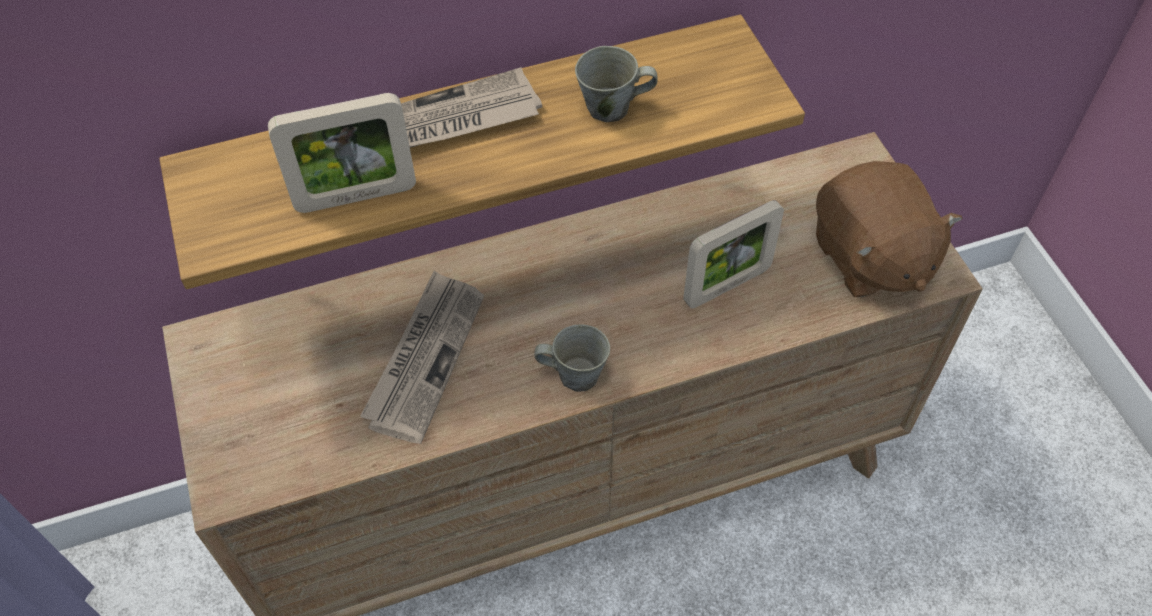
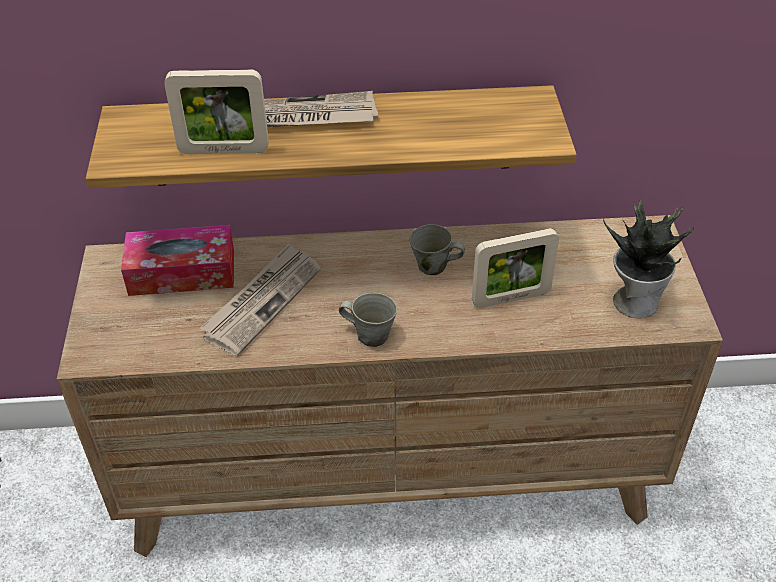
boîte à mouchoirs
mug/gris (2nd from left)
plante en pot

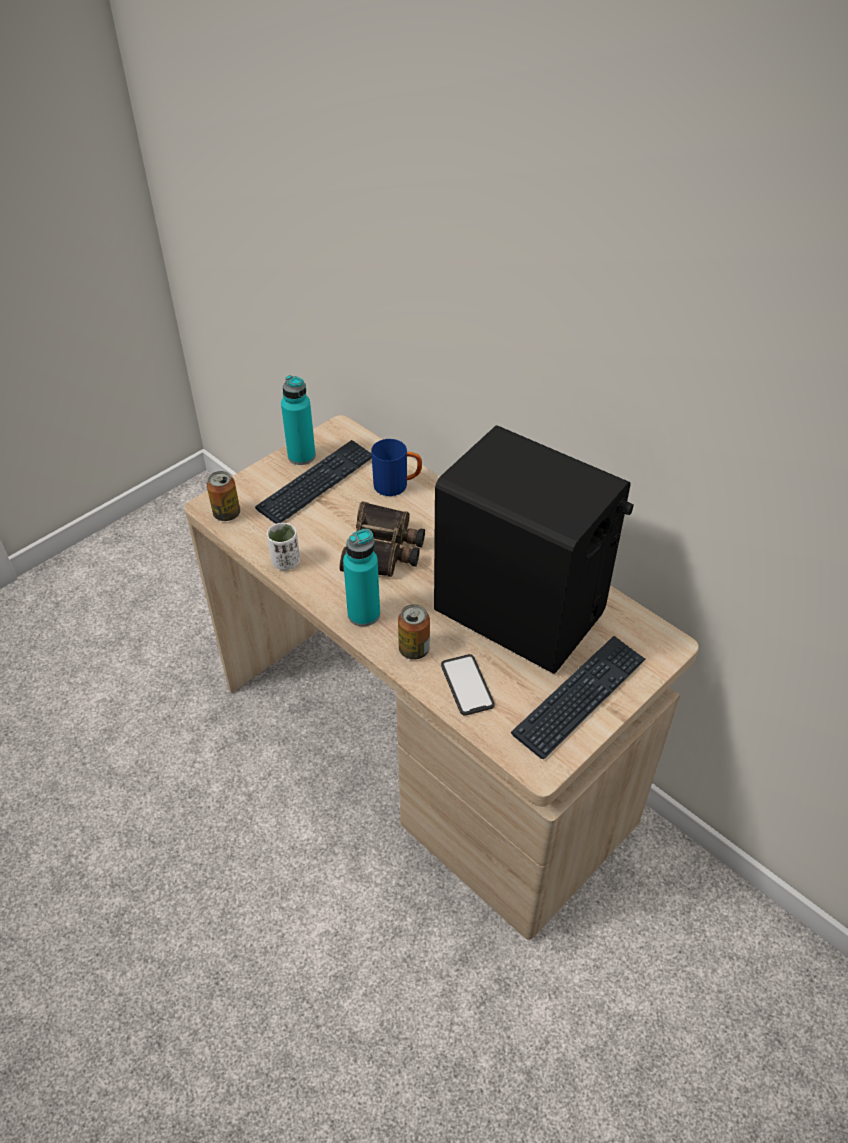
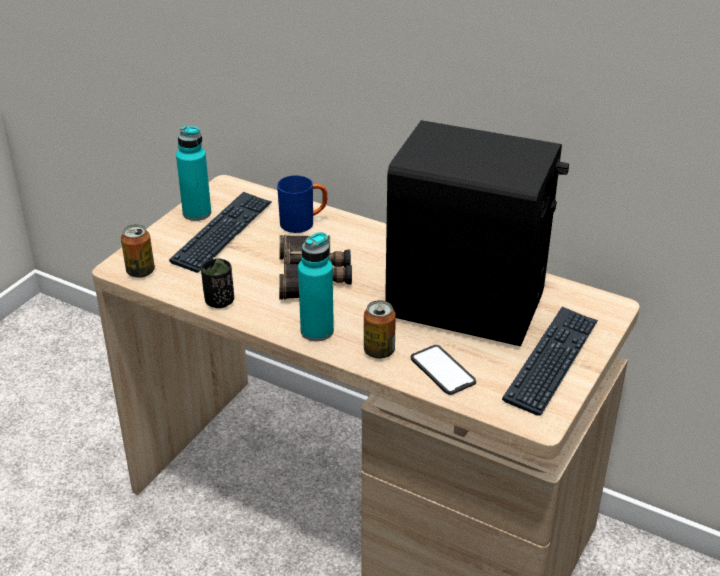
tasse/noir

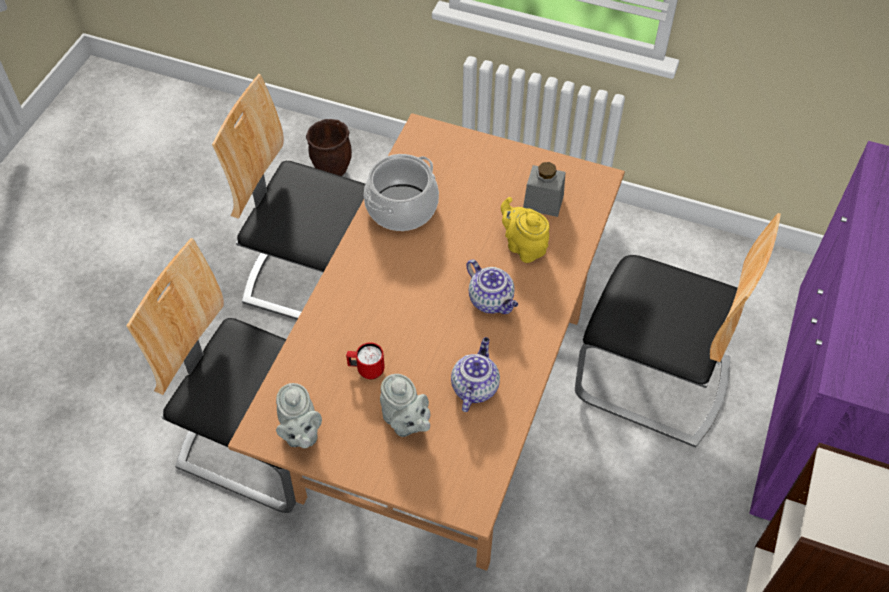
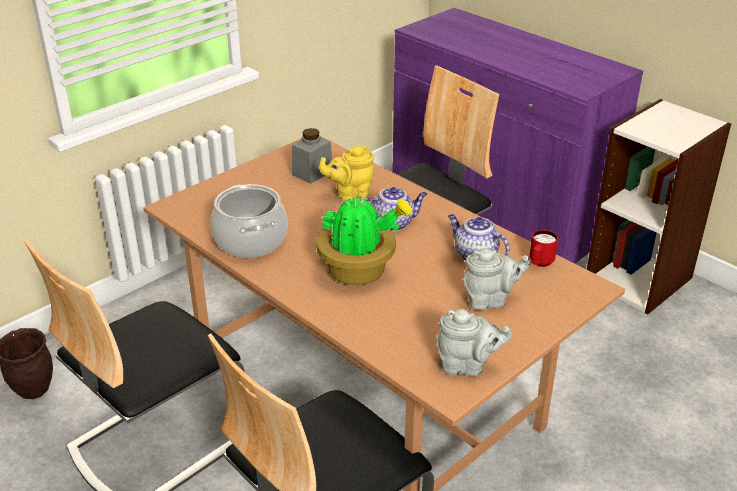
plante en pot
mug/rouge

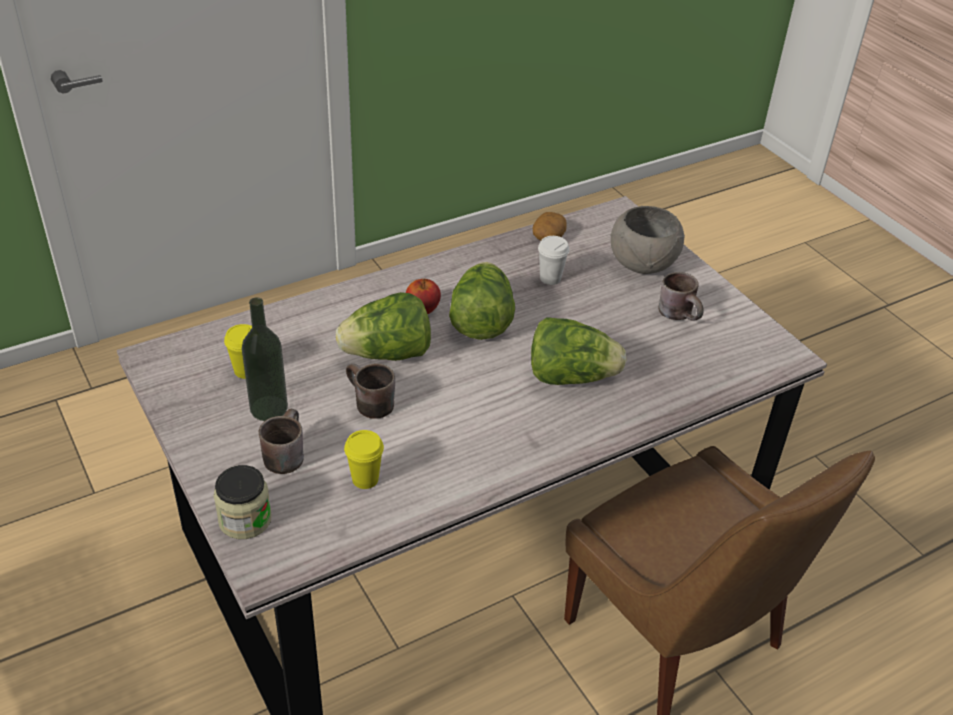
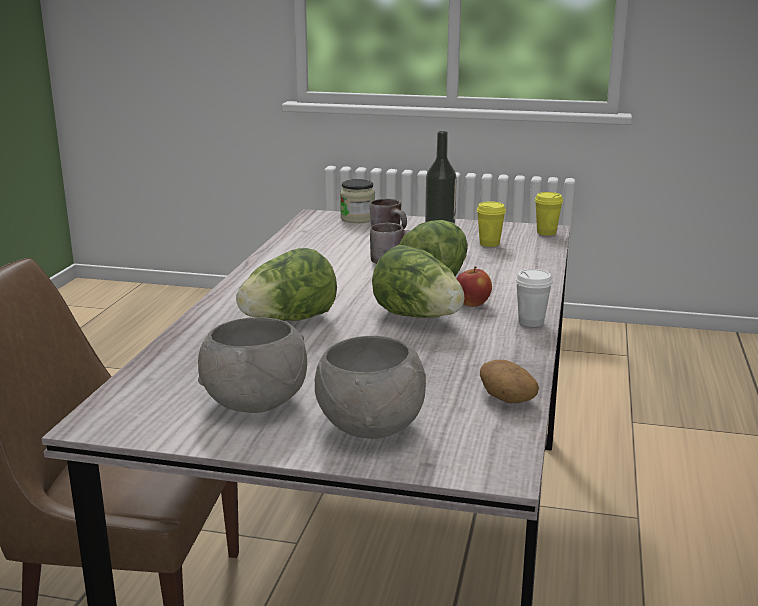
tasse/jaune (2nd from left)
tasse/blanc
bol/gris (1st from left)

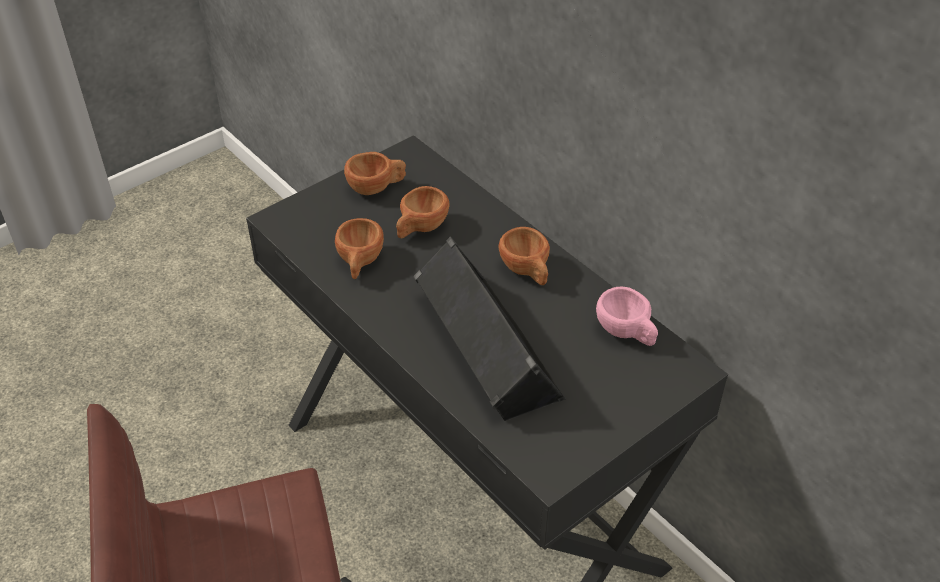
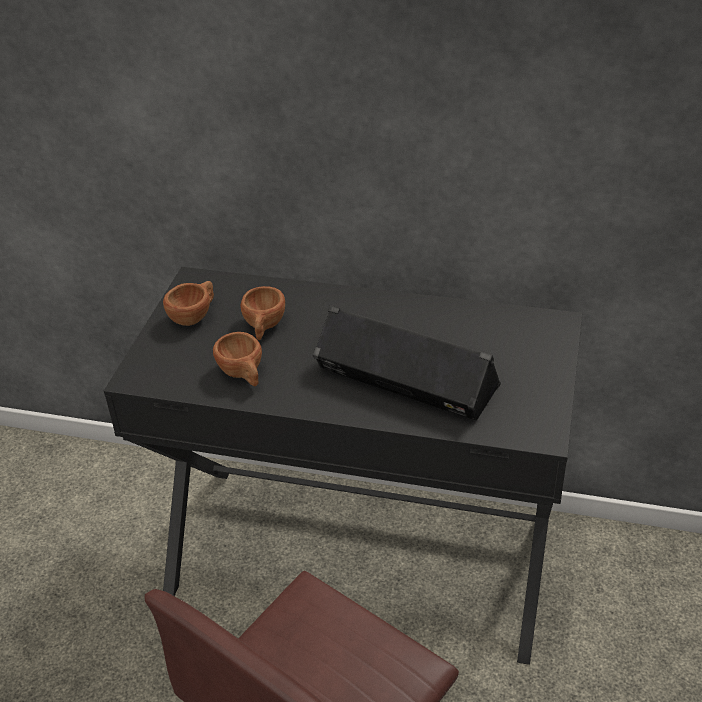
tasse/marron (4th from left in the first image)
tasse/rose

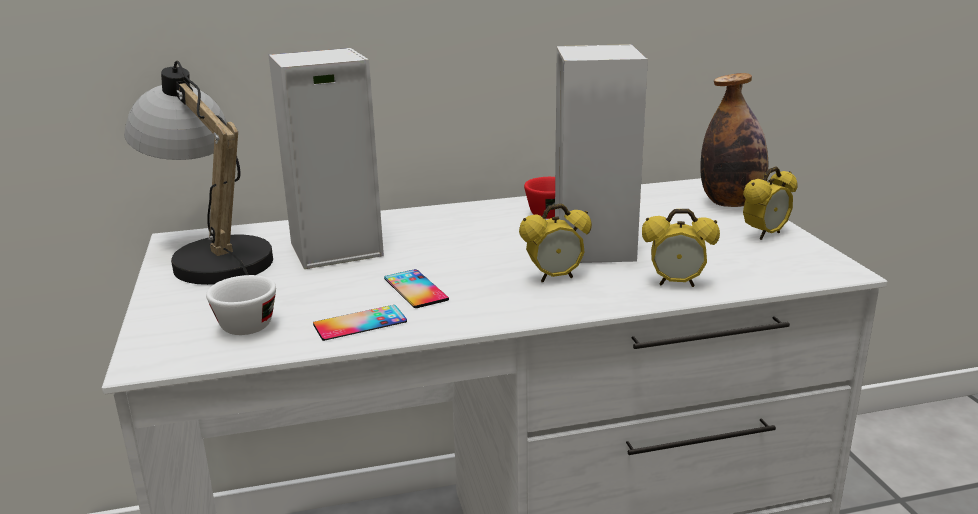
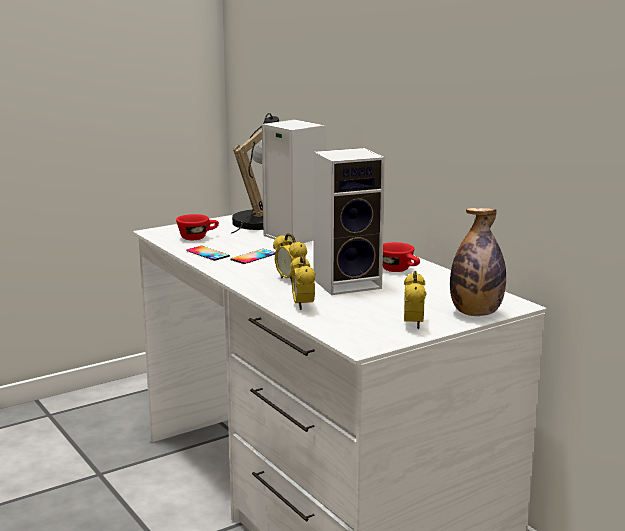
tasse/rouge (1st from left)
réveil (3rd from left)

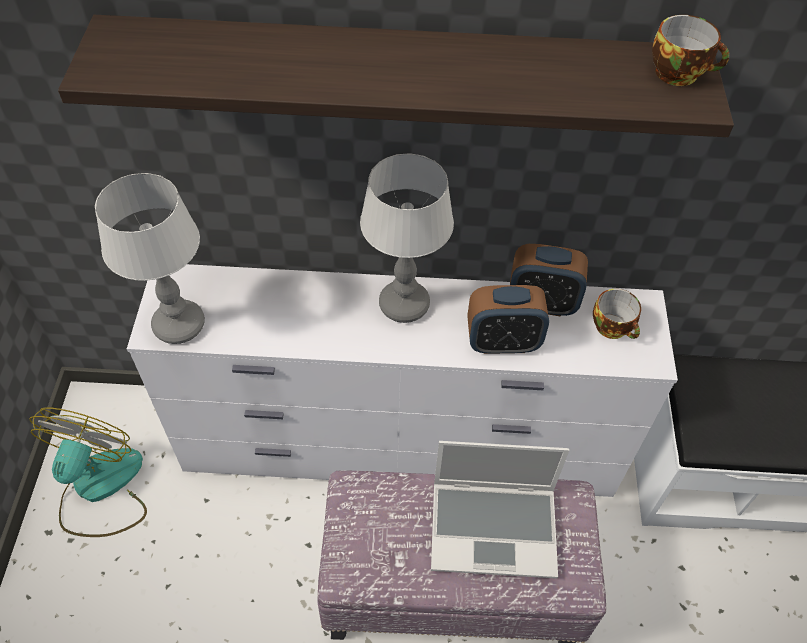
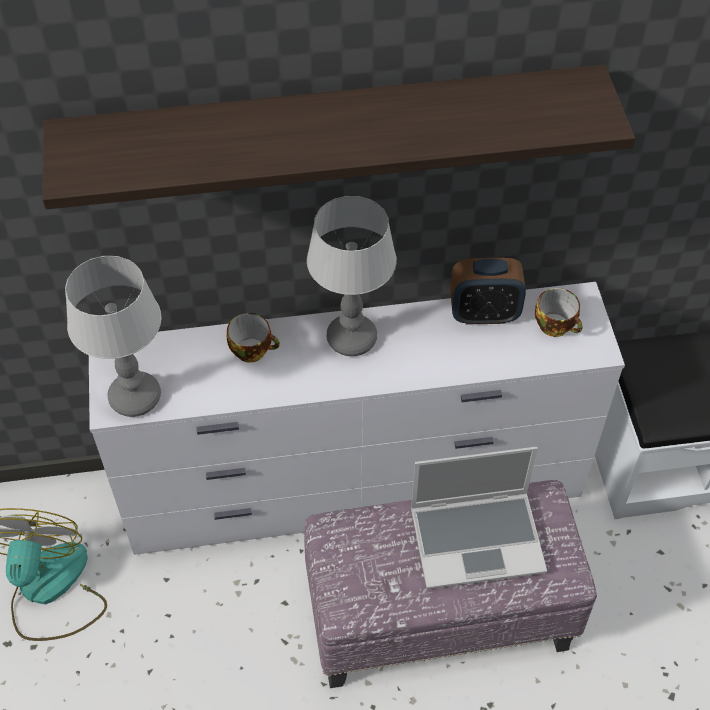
réveil (1st from left in the first image)
tasse (1st from left)

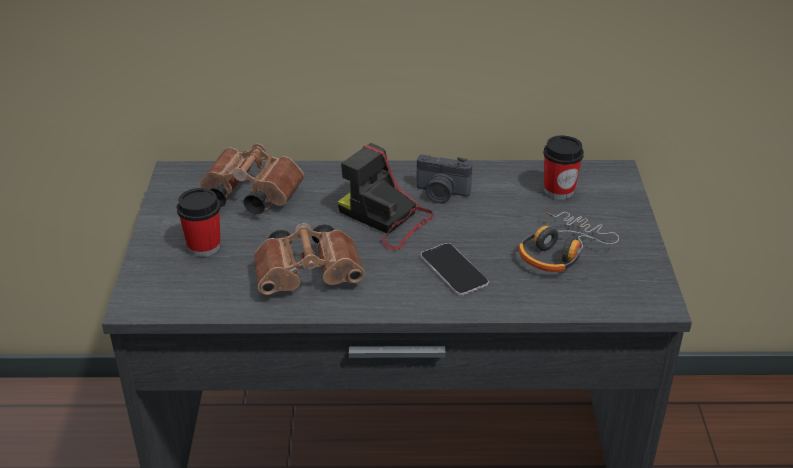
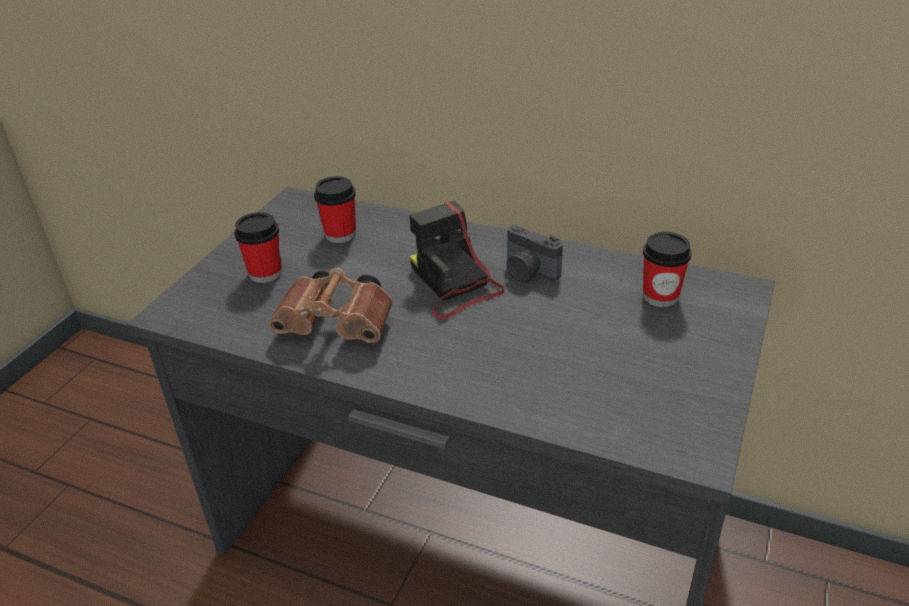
téléphone
casque audio
tasse (2nd from left)

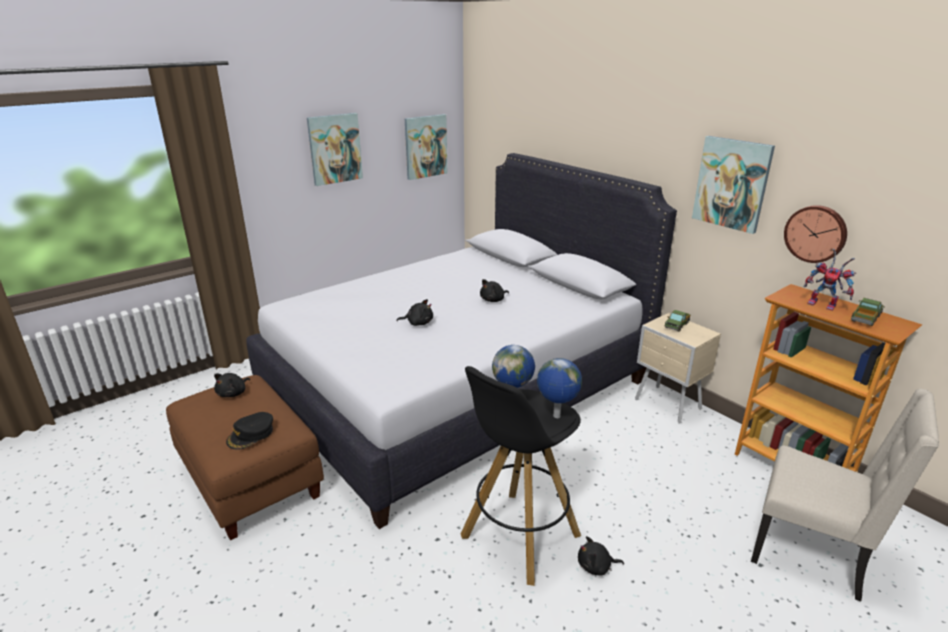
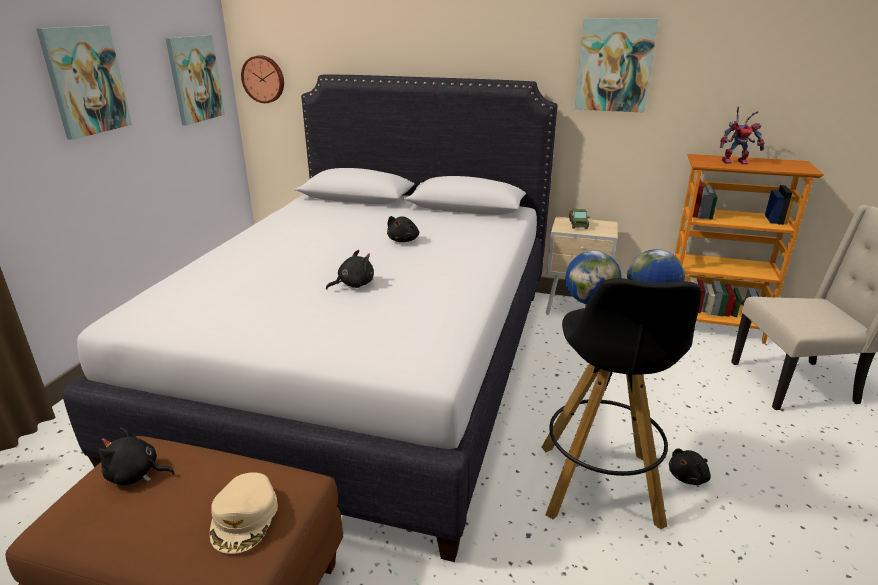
camion jouet (2nd from left in the first image)
horloge murale
casquette/beige
peluche/noir (1st from left)

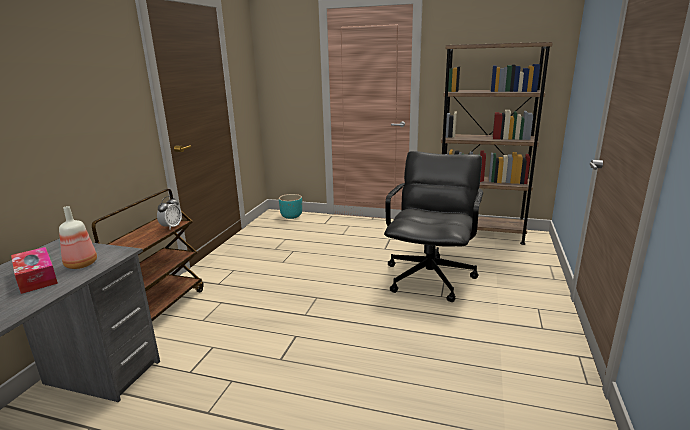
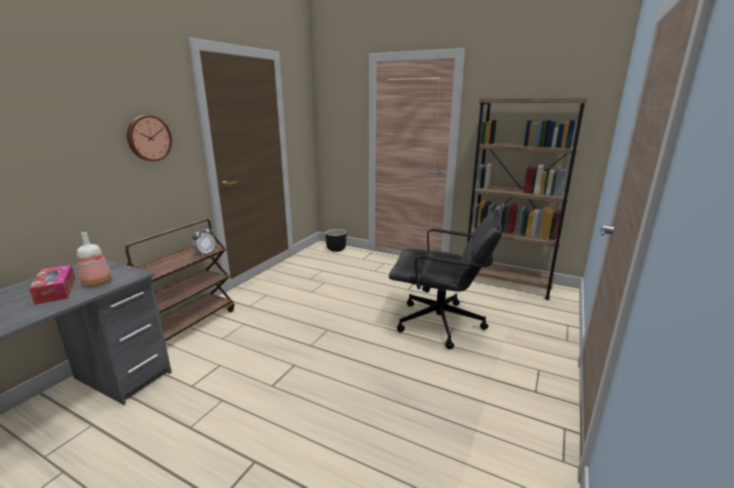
horloge murale
cache-pot/noir
chaise de bureau/noir

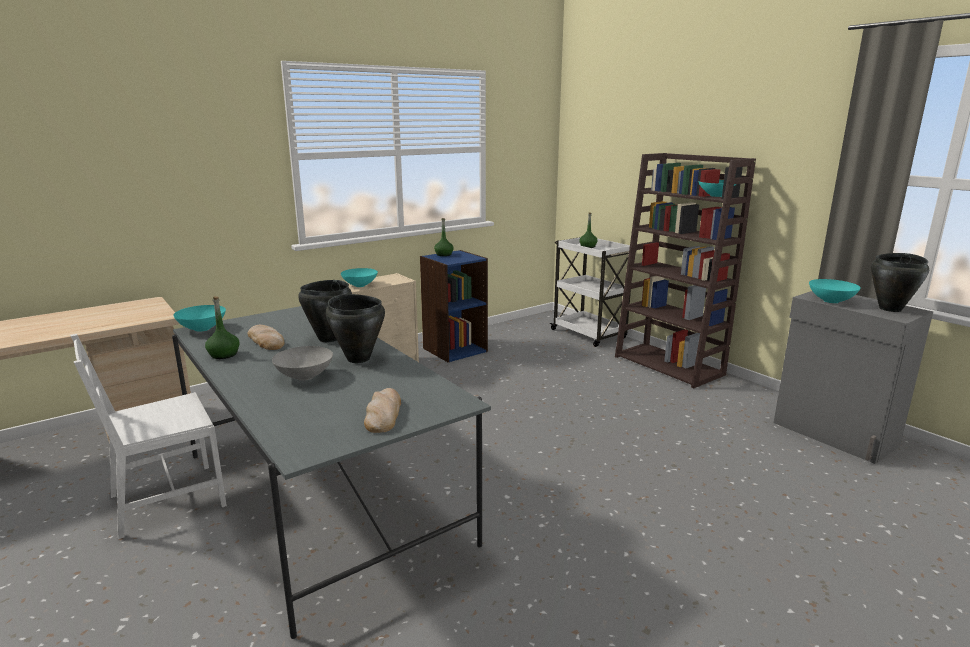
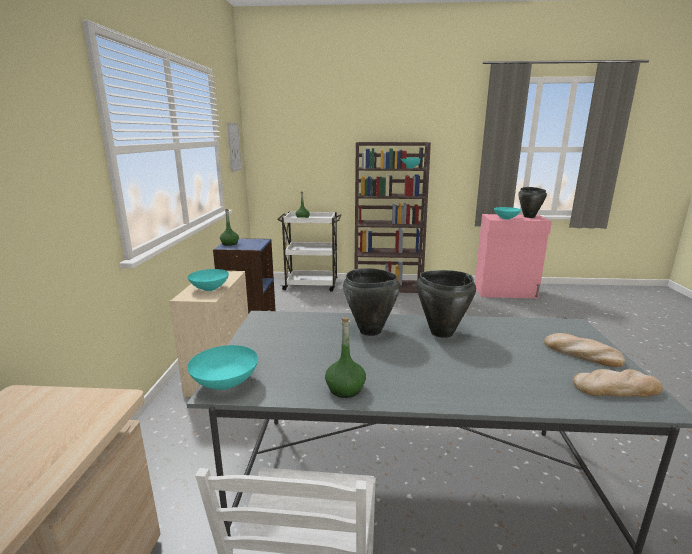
bol/gris
tableau
pain (2nd from left)
meuble de rangement/rose

